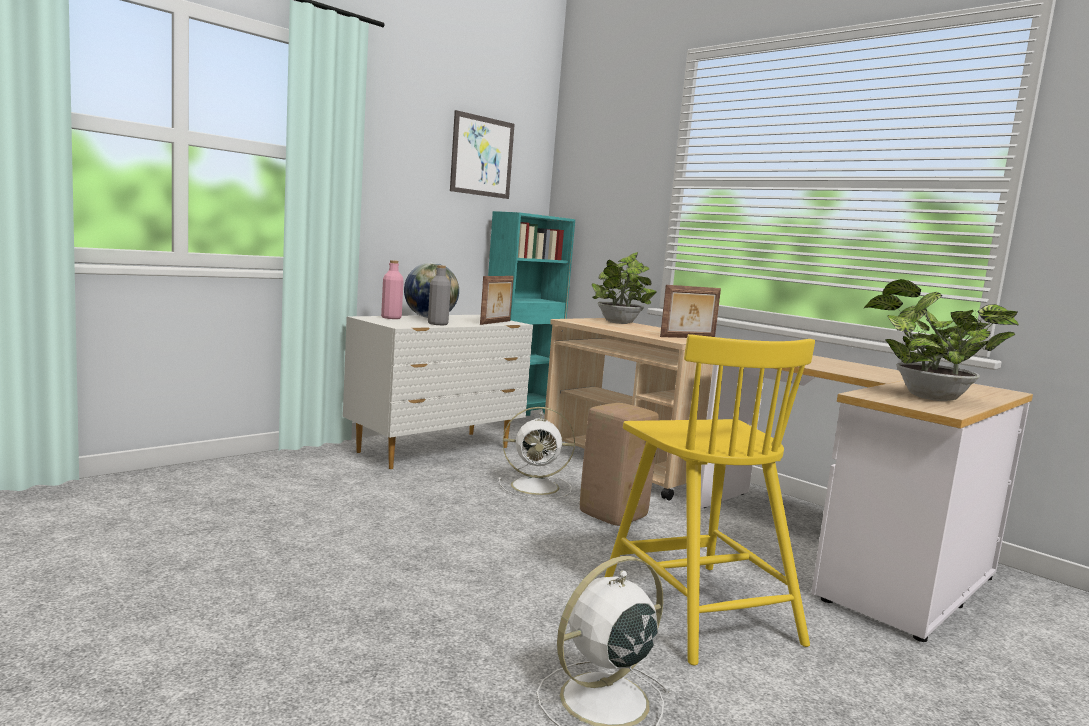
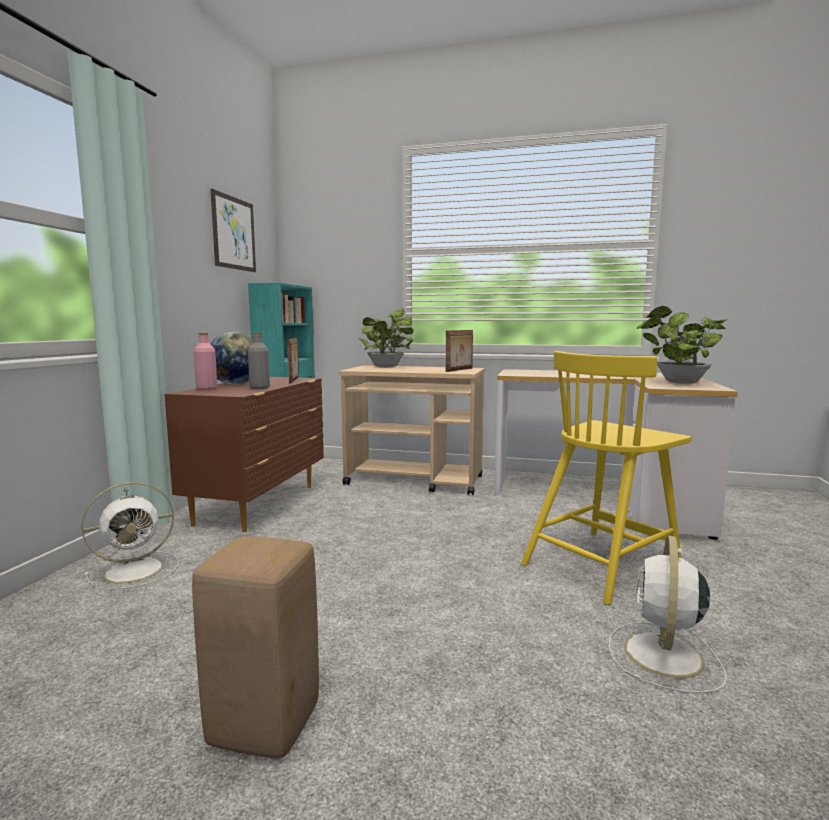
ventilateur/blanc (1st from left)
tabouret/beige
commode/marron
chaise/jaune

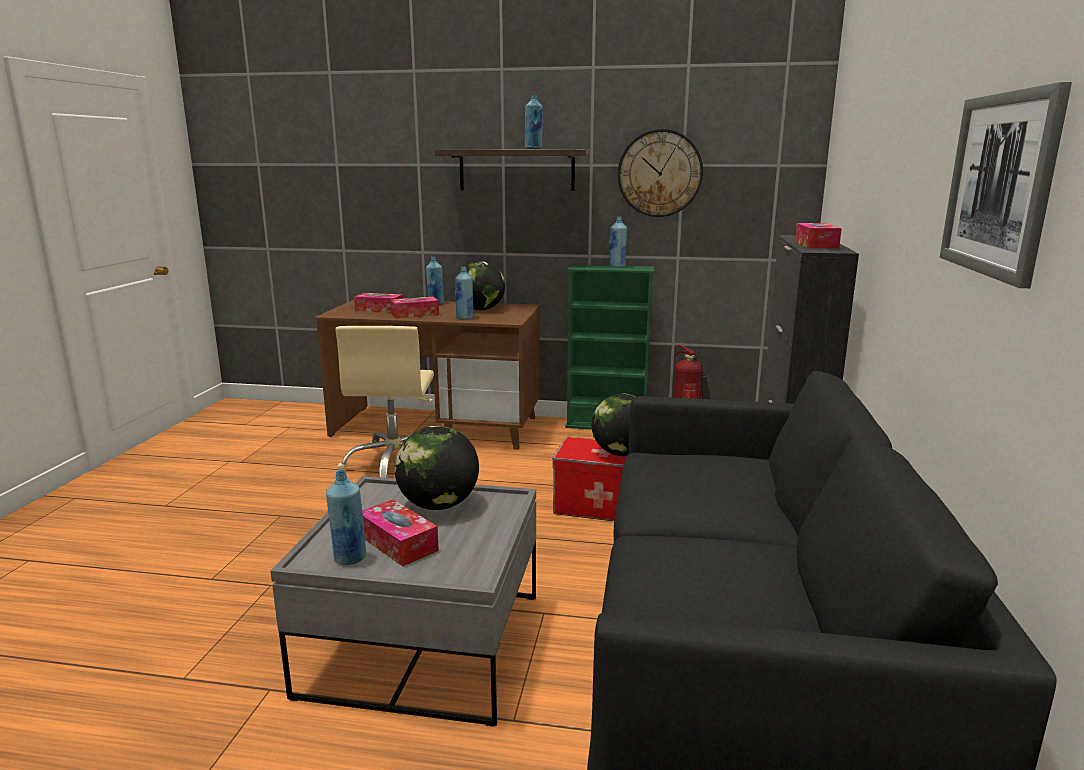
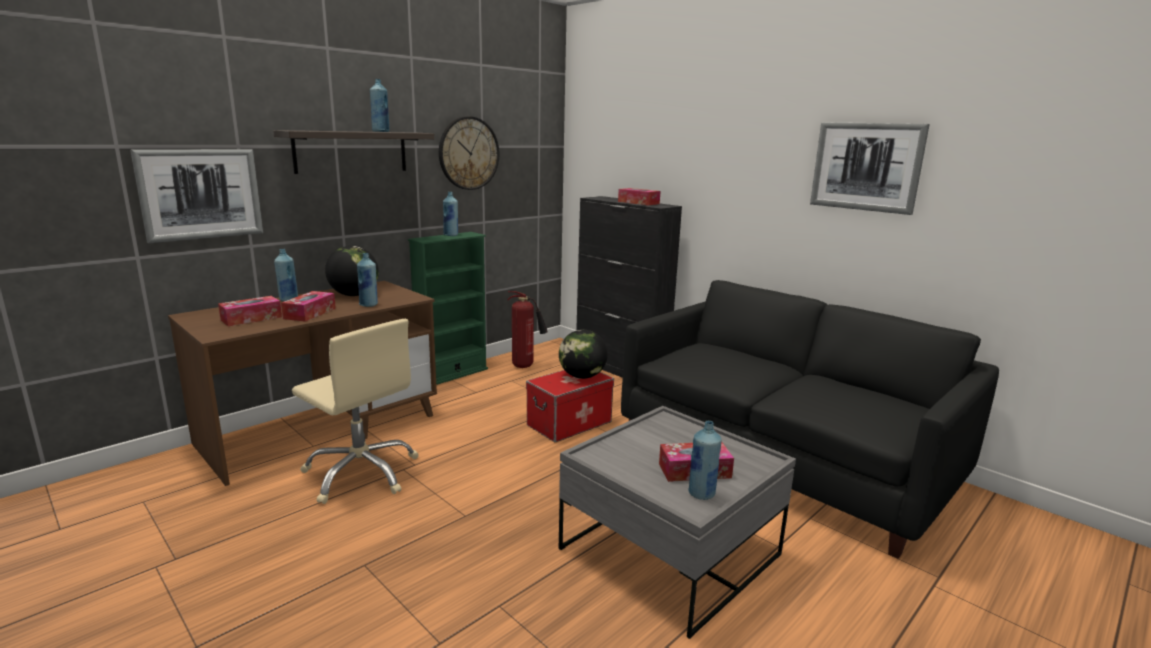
globe (1st from left in the first image)
tableau (1st from left)

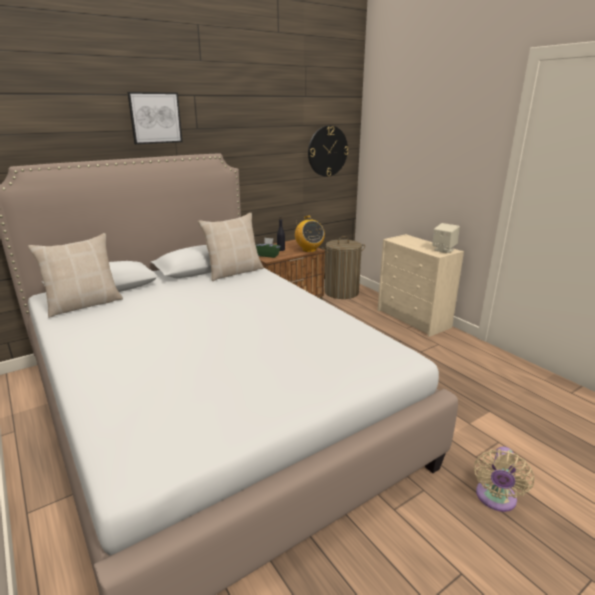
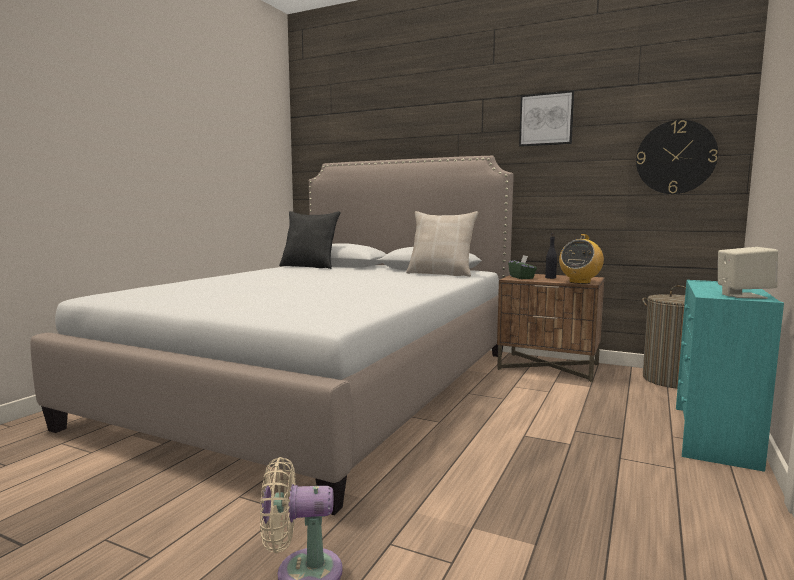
tableau
coussin/noir
commode/turquoise

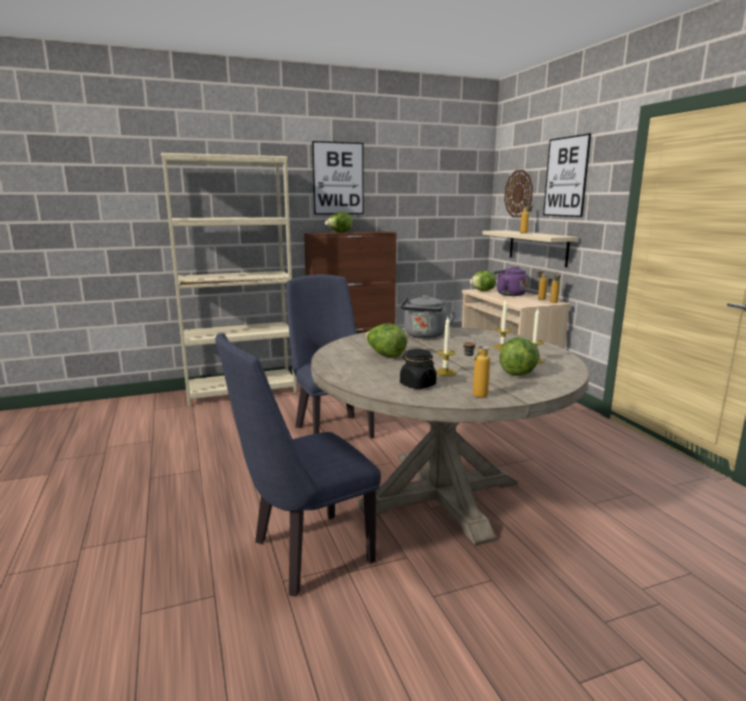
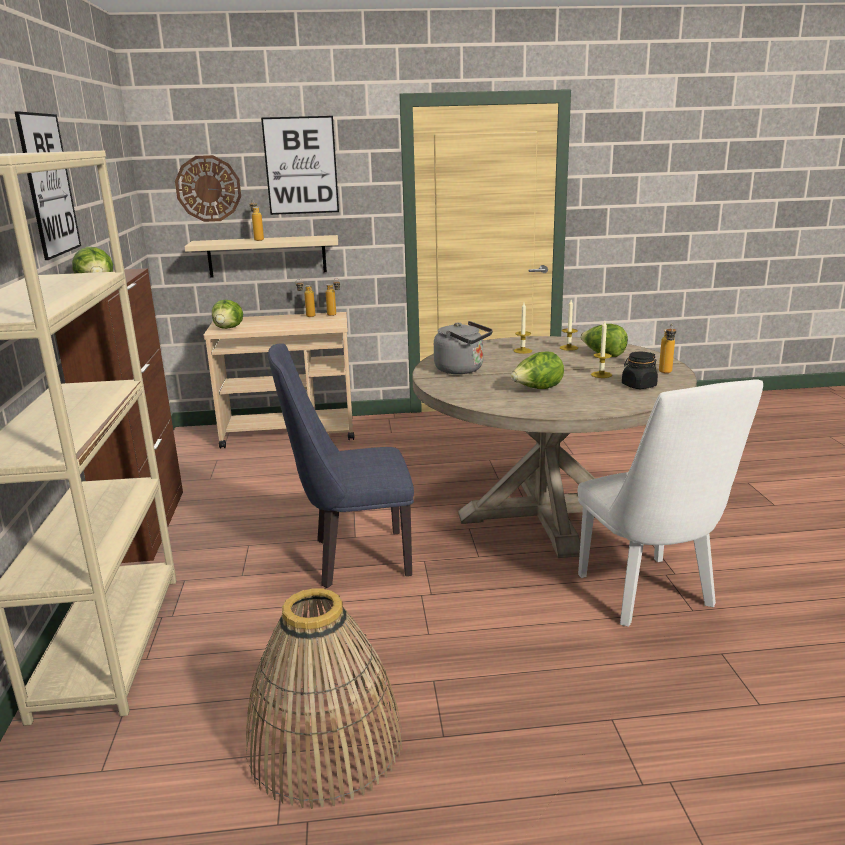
bouilloire/violet
panier
chaise/blanc

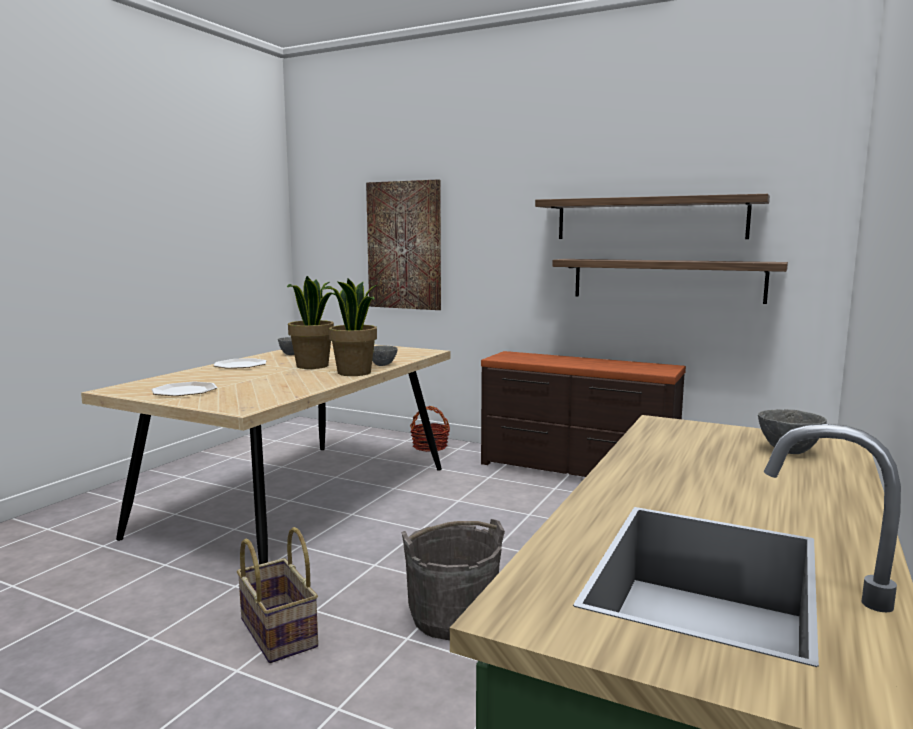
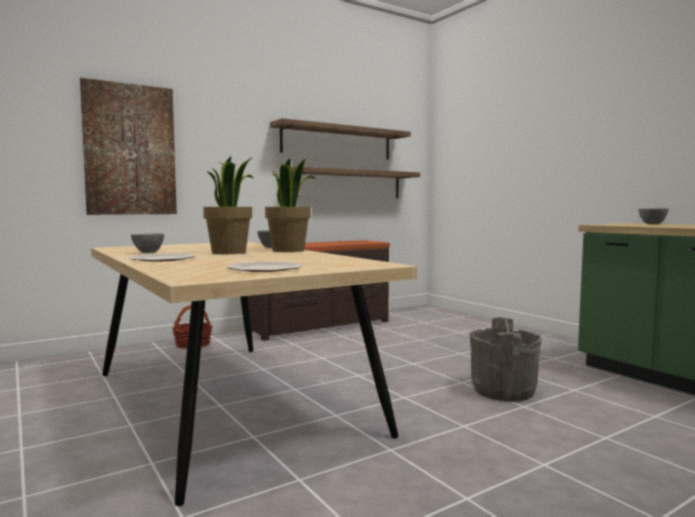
panier (1st from left in the first image)

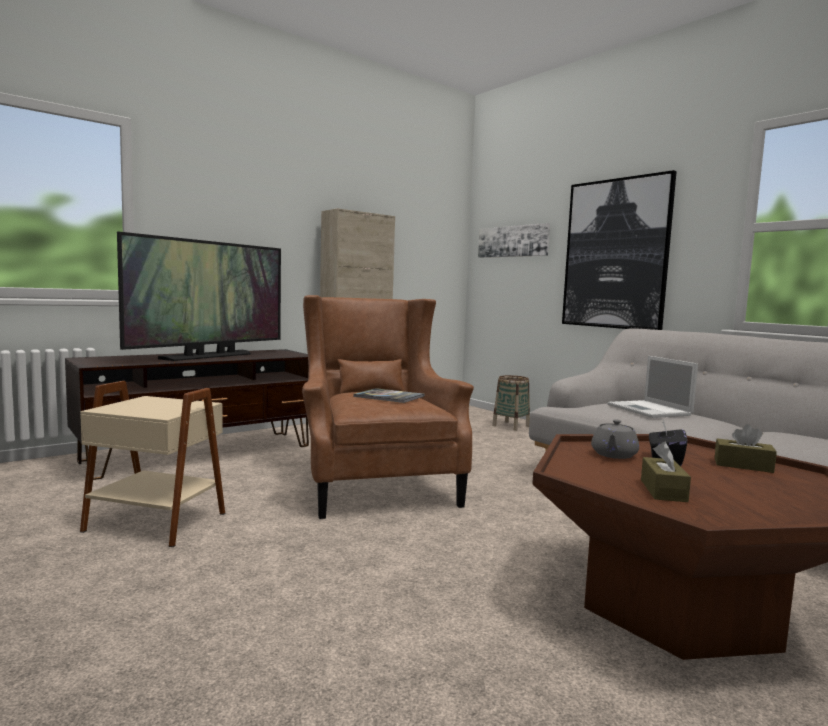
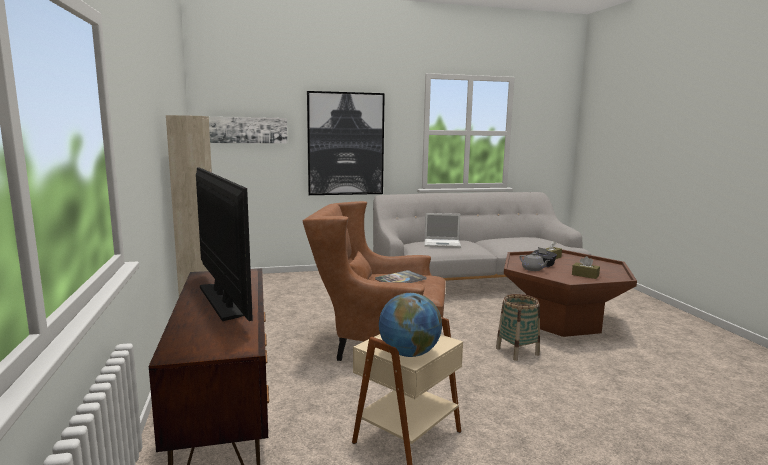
globe
panier

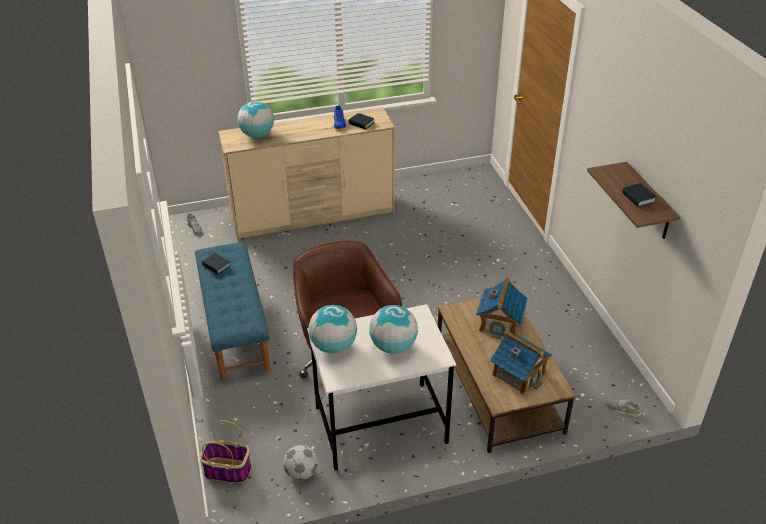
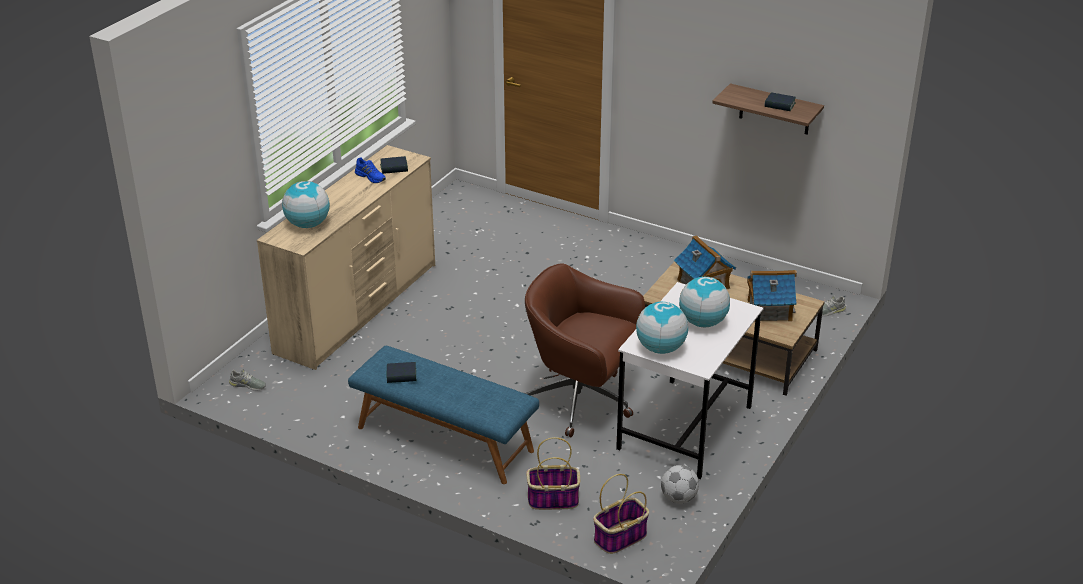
panier (1st from left)

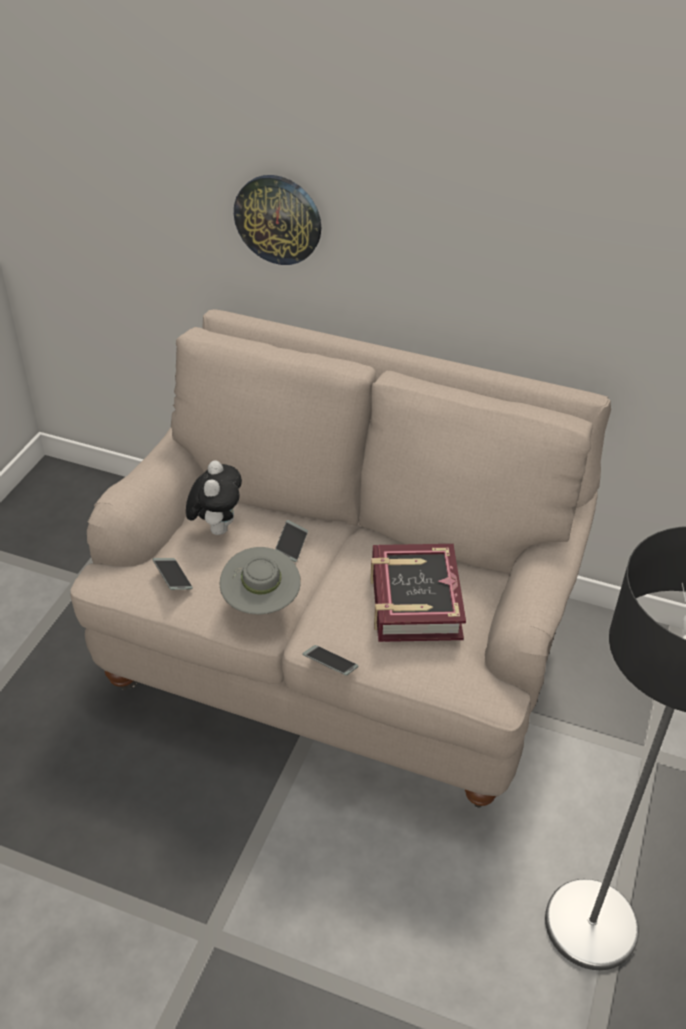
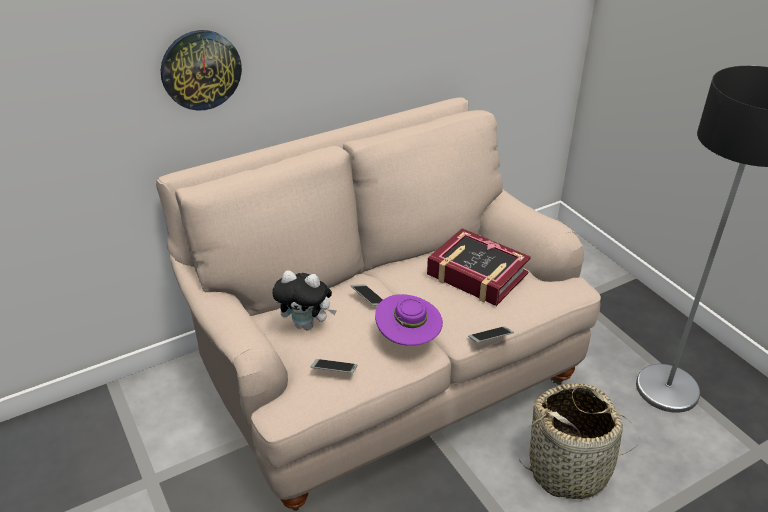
panier
chapeau/violet
peluche

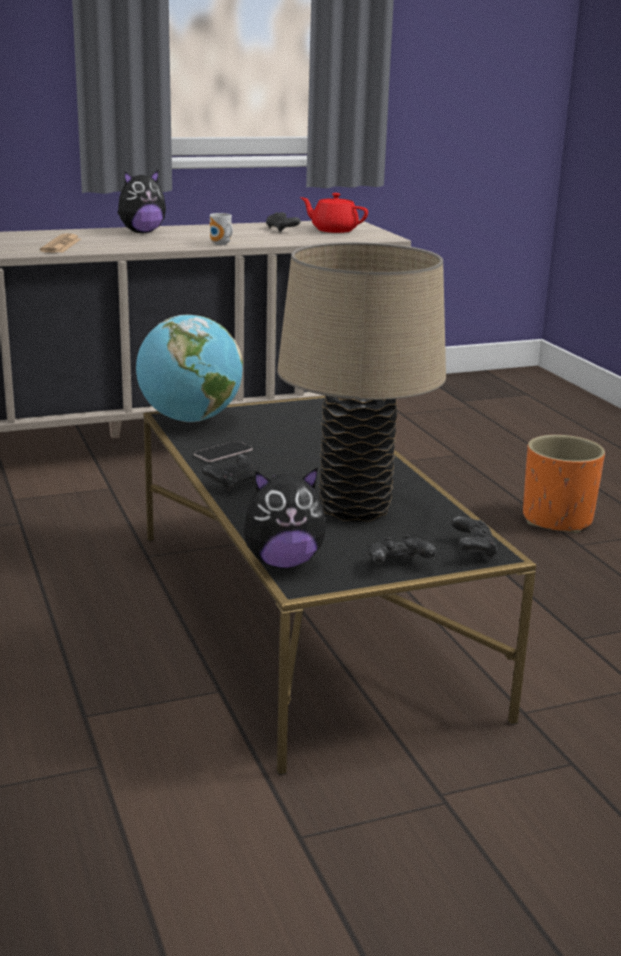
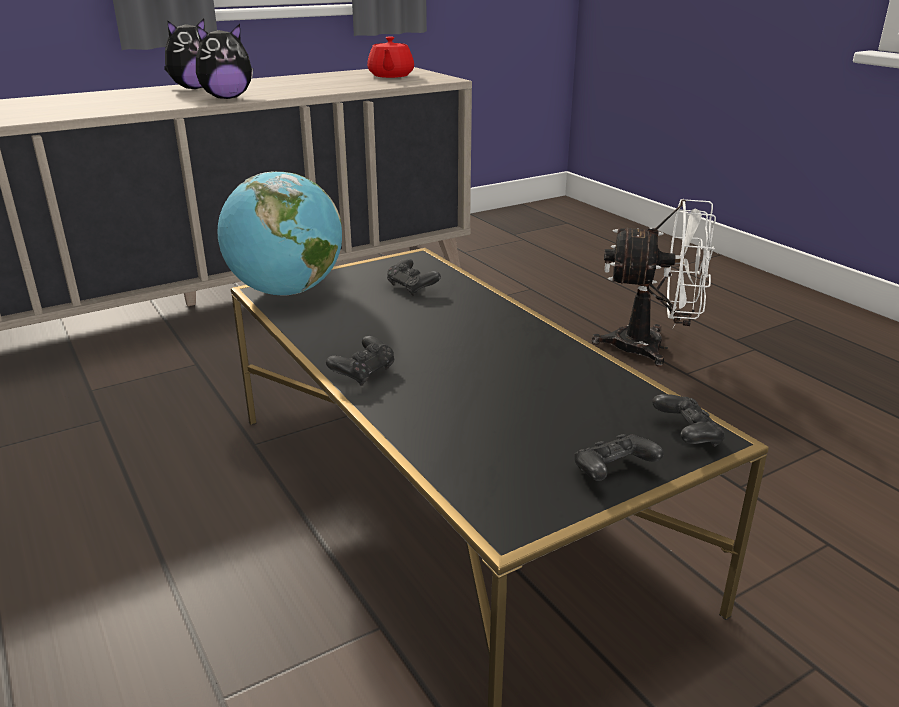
journal
téléphone
mug
lampe de table/beige
peluche (2nd from left)
manette/noir (2nd from left)
ventilateur/blanc
théière/rouge

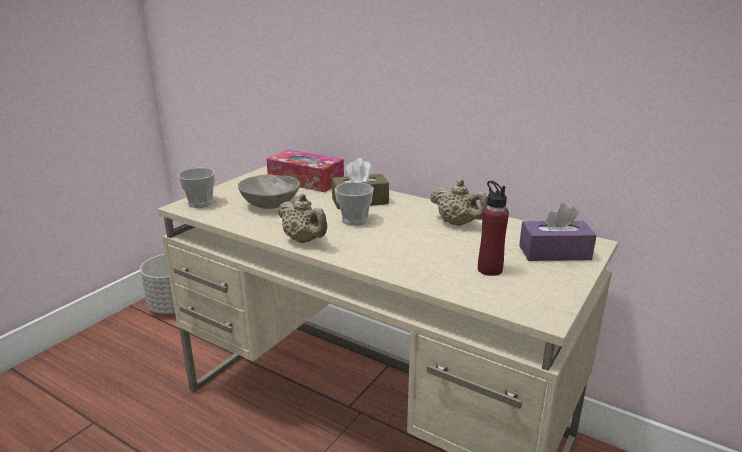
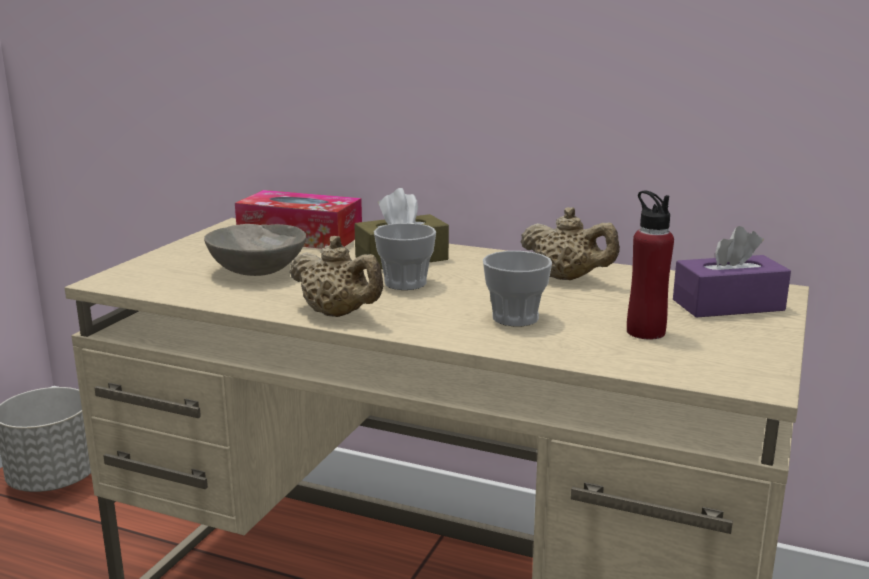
tasse (2nd from left)

